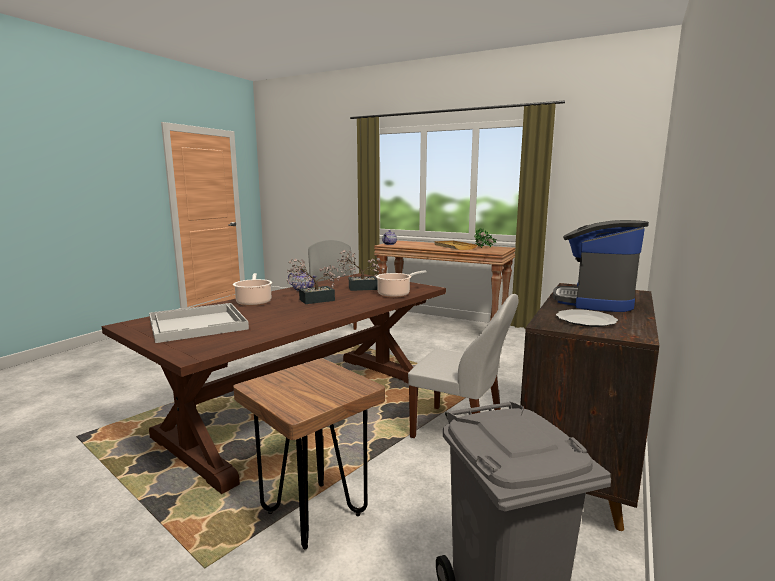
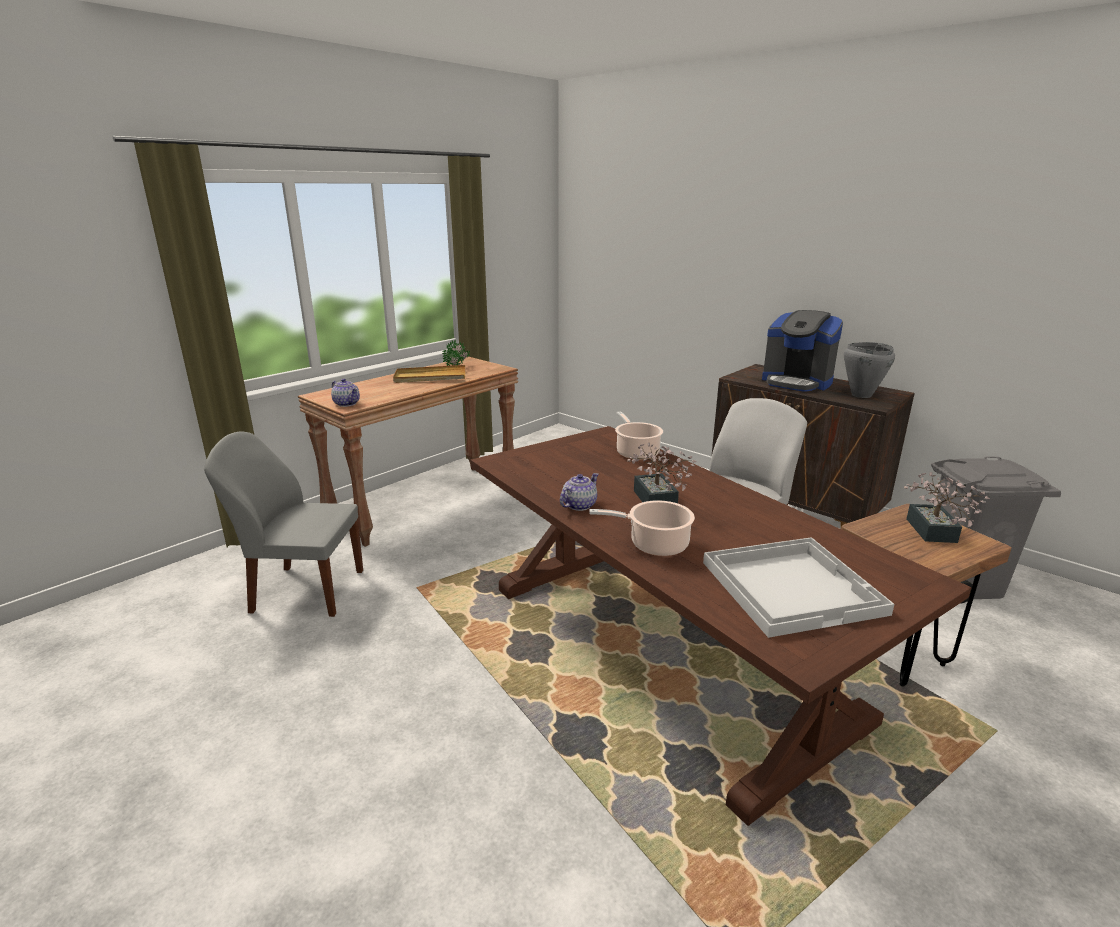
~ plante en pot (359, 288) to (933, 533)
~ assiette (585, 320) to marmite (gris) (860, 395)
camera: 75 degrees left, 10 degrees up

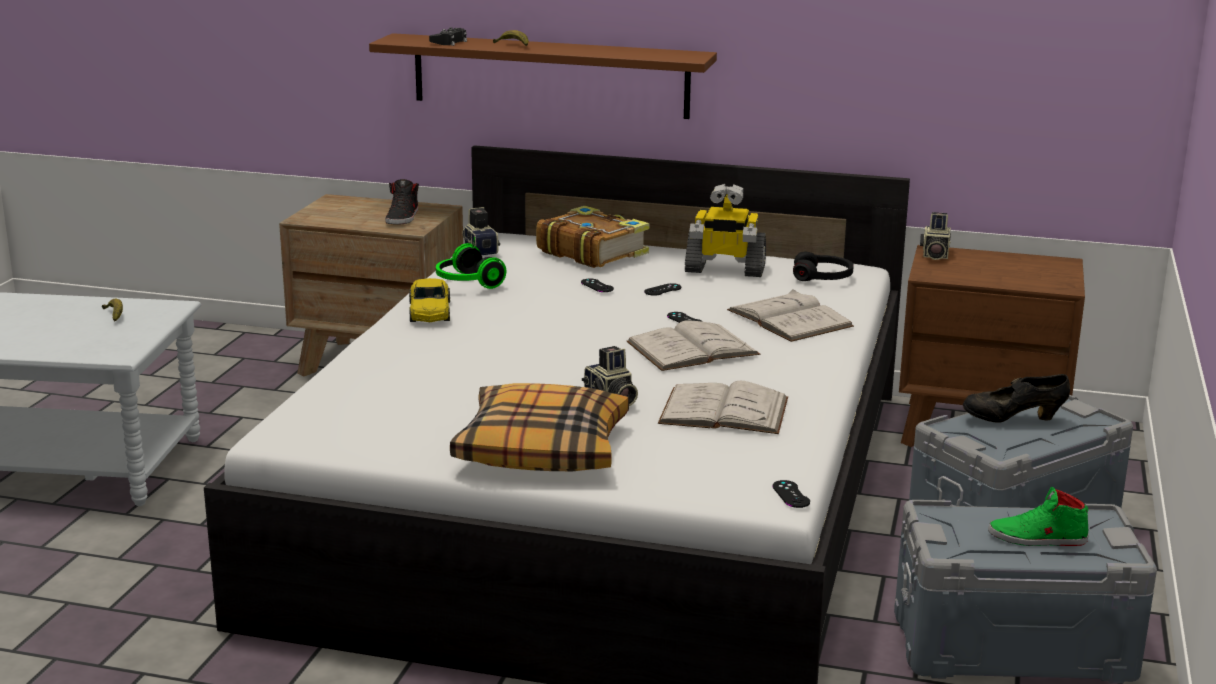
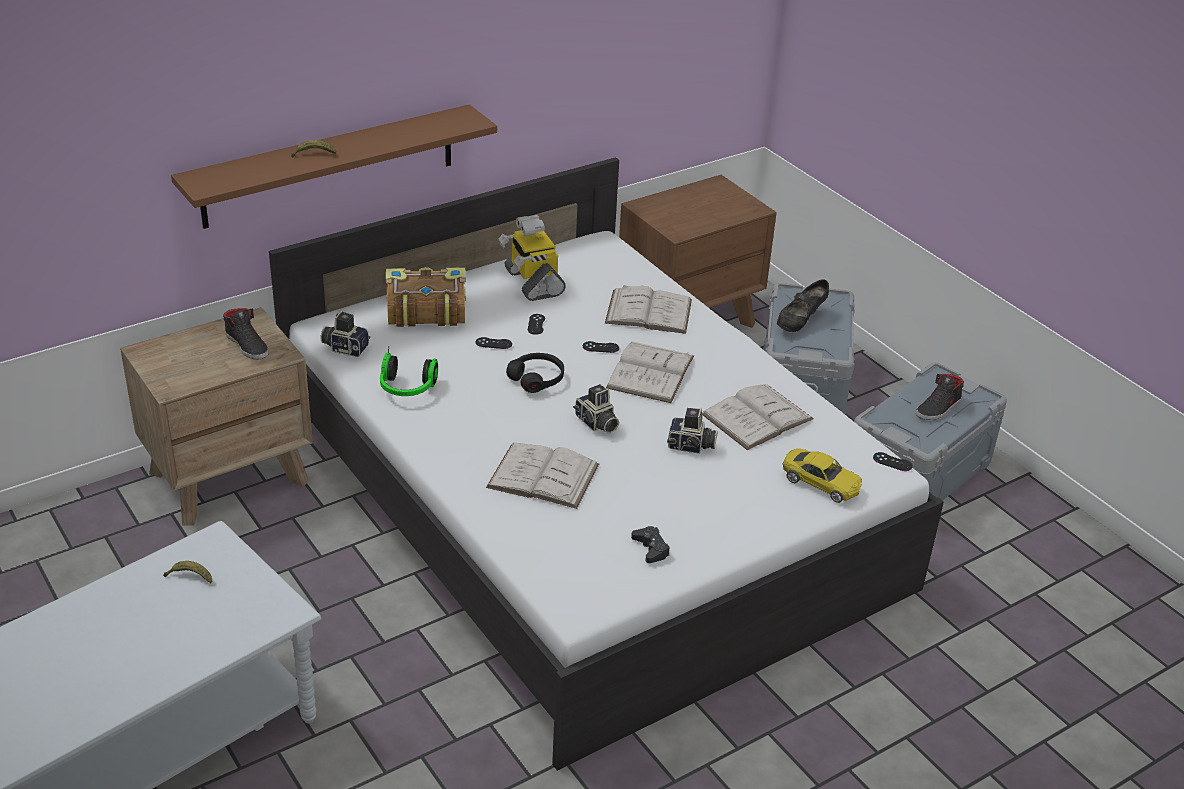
~ petite voiture (jaune) (430, 311) to (821, 482)
~ manette (noir) (449, 42) to (651, 548)
- coussin (543, 448)
~ robot jouet (724, 269) = (532, 282) 105 degrees clockwise
~ casque audio (noir) (822, 277) to (537, 378)
~ appareil photo (934, 255) to (596, 423)
~ chaussure (vert) (1037, 538) to chaussure (noir) (938, 408)
+ livre (blanc) (543, 476)
camera: 50 degrees left, 15 degrees up

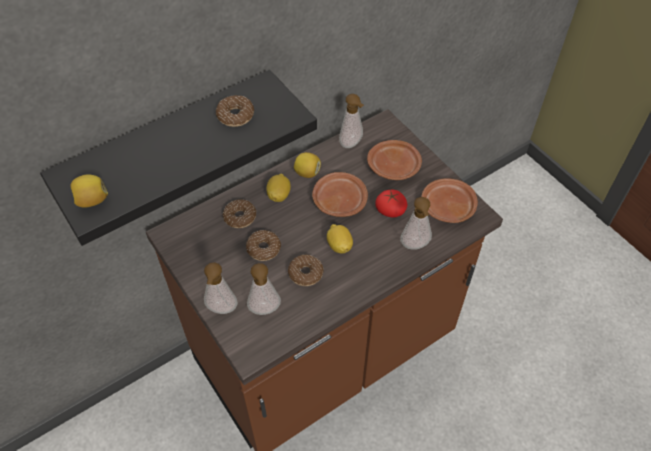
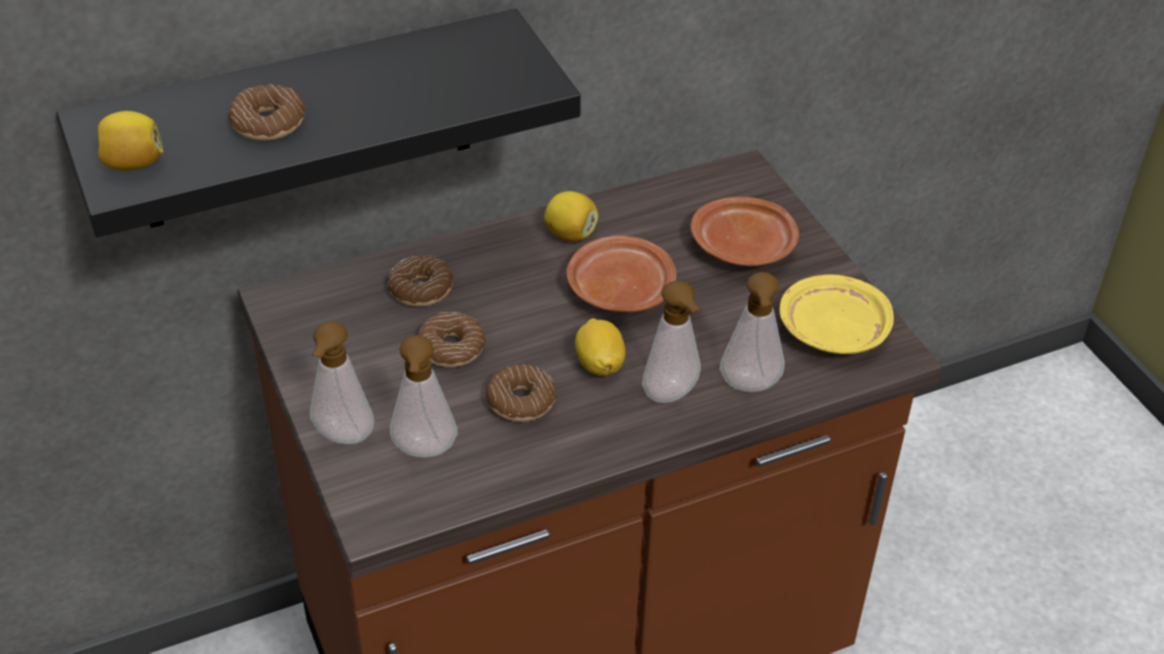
~ beignet (235, 115) to (268, 123)
- citron (279, 195)
~ distributeur de savon (352, 144) to (673, 396)
- tomate (390, 210)
~ assiette (marron) (447, 207) to assiette (jaune) (832, 330)
camera: 10 degrees right, 10 degrees down

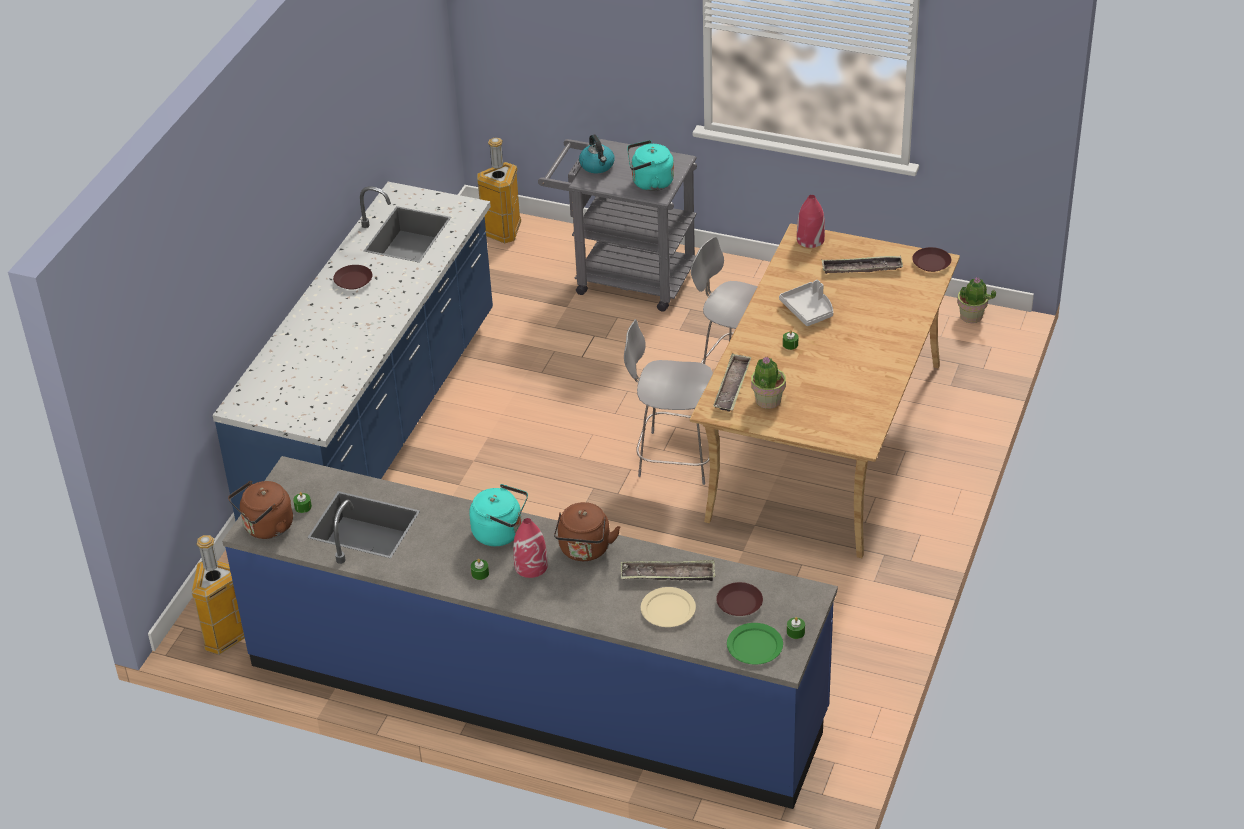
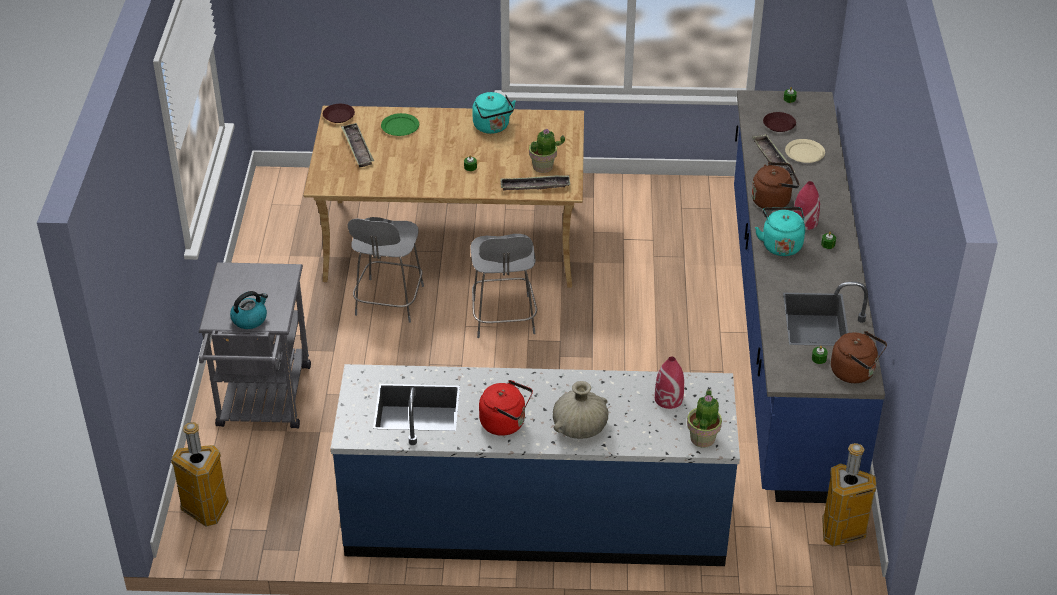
~ assiette (marron) (353, 280) to bouilloire (rouge) (505, 423)
~ bouilloire (turquoise) (650, 183) to (492, 127)
~ assiette (vert) (755, 646) to (400, 126)
- plateau (gris) (808, 310)
~ vase (rouge) (810, 240) to (669, 399)
~ plante en pot (971, 316) to (703, 438)
+ vase (beige) (579, 428)
camera: 110 degrees left, 0 degrees up

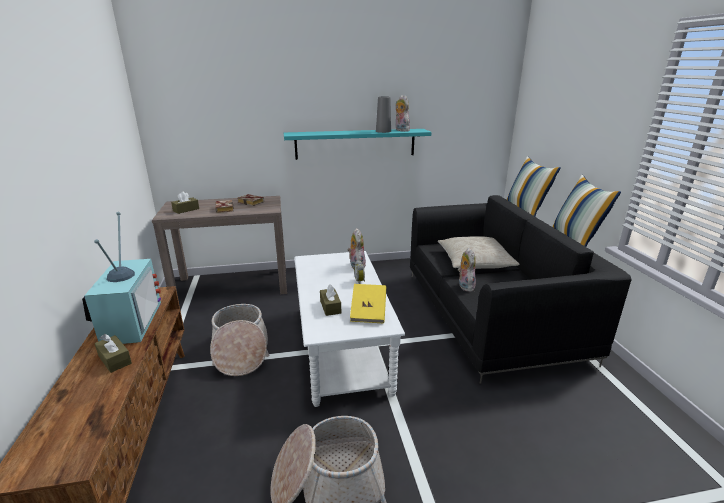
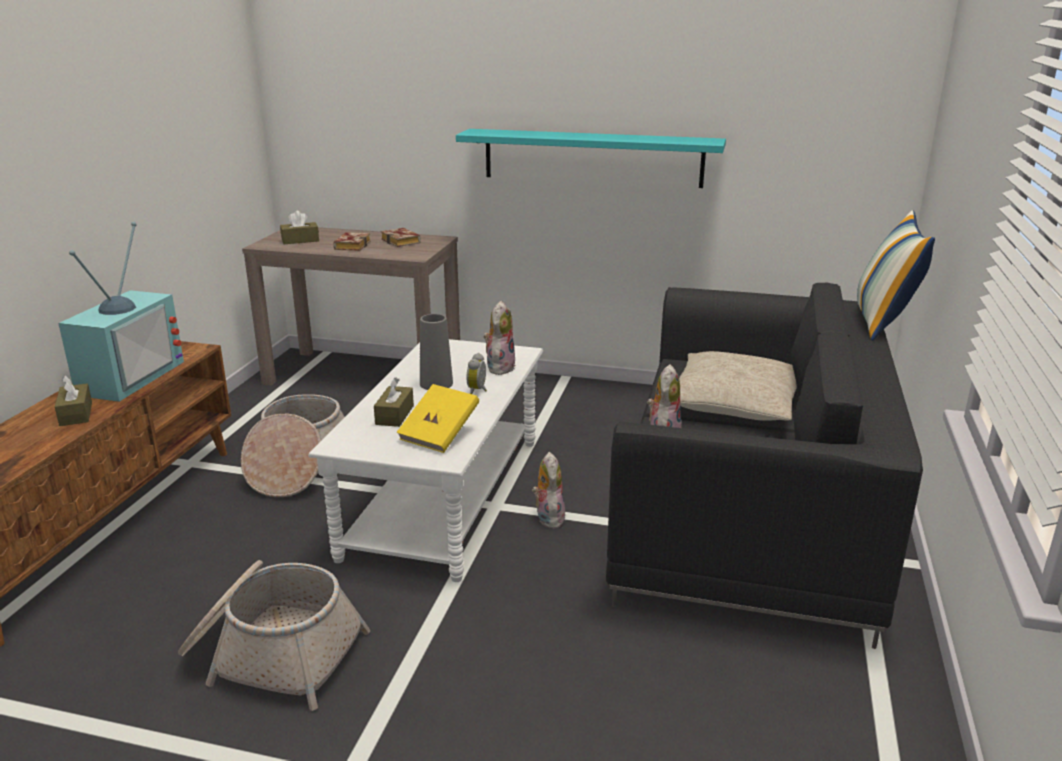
~ vase (gris) (383, 131) to (436, 383)
~ peluche (401, 130) to (548, 517)
- coussin (575, 240)
camera: 25 degrees right, 0 degrees up

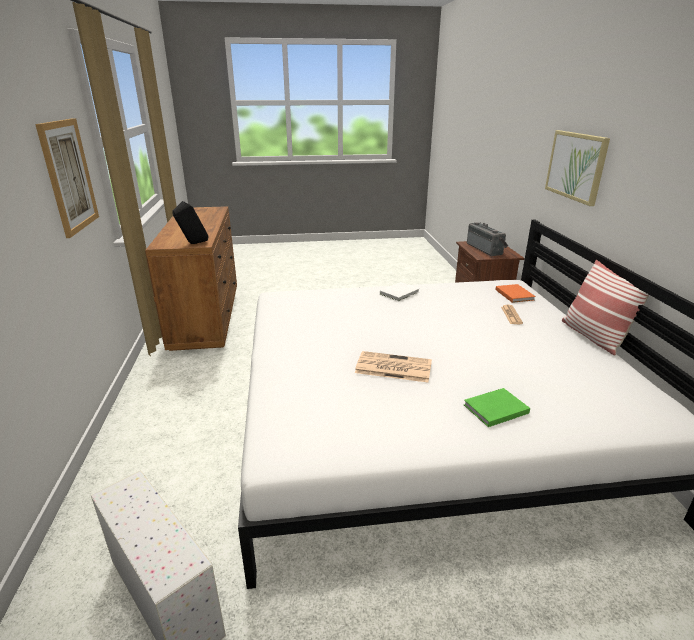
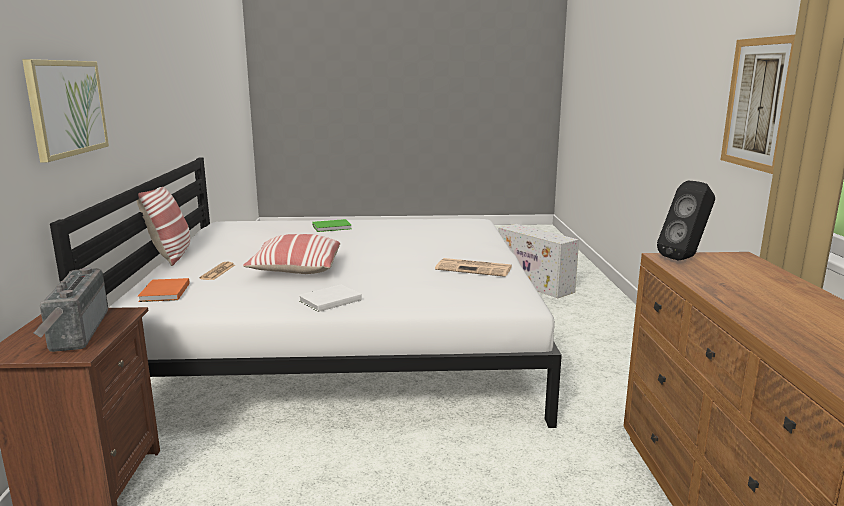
~ journal (392, 367) to (475, 268)
+ coussin (295, 270)
camera: 175 degrees left, 10 degrees down

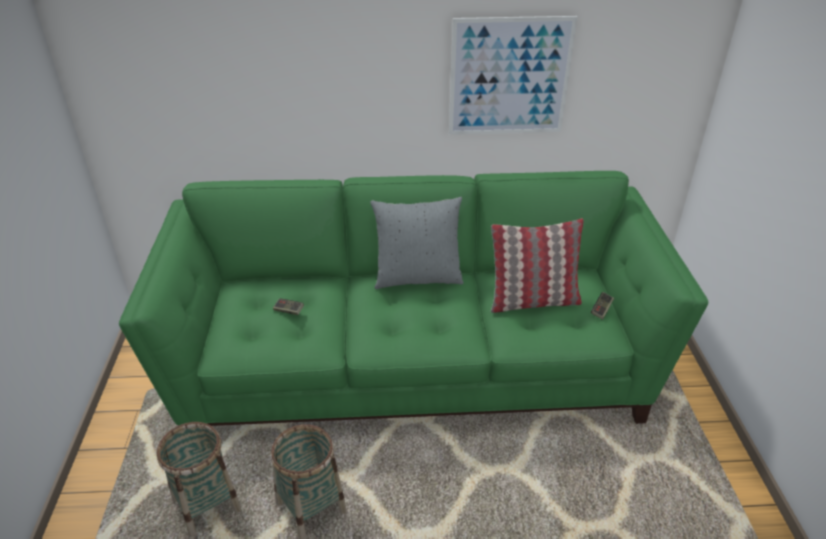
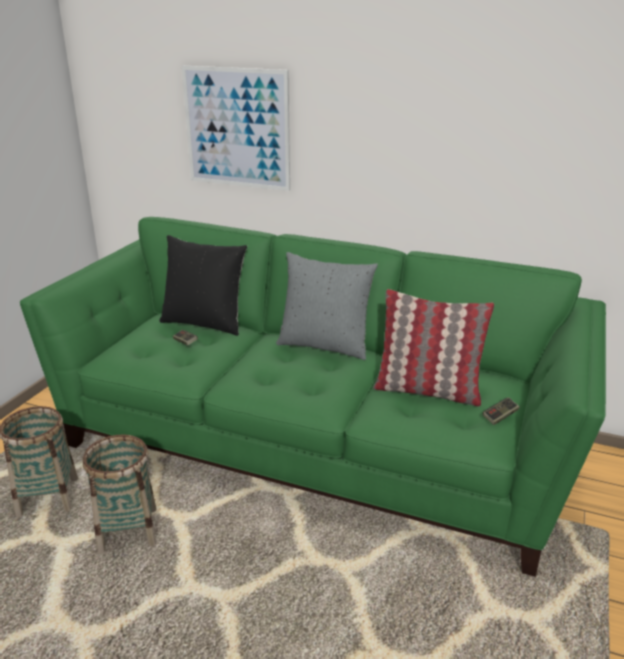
~ tableau (509, 77) to (237, 128)
+ coussin (noir) (205, 322)
camera: 25 degrees right, 10 degrees down

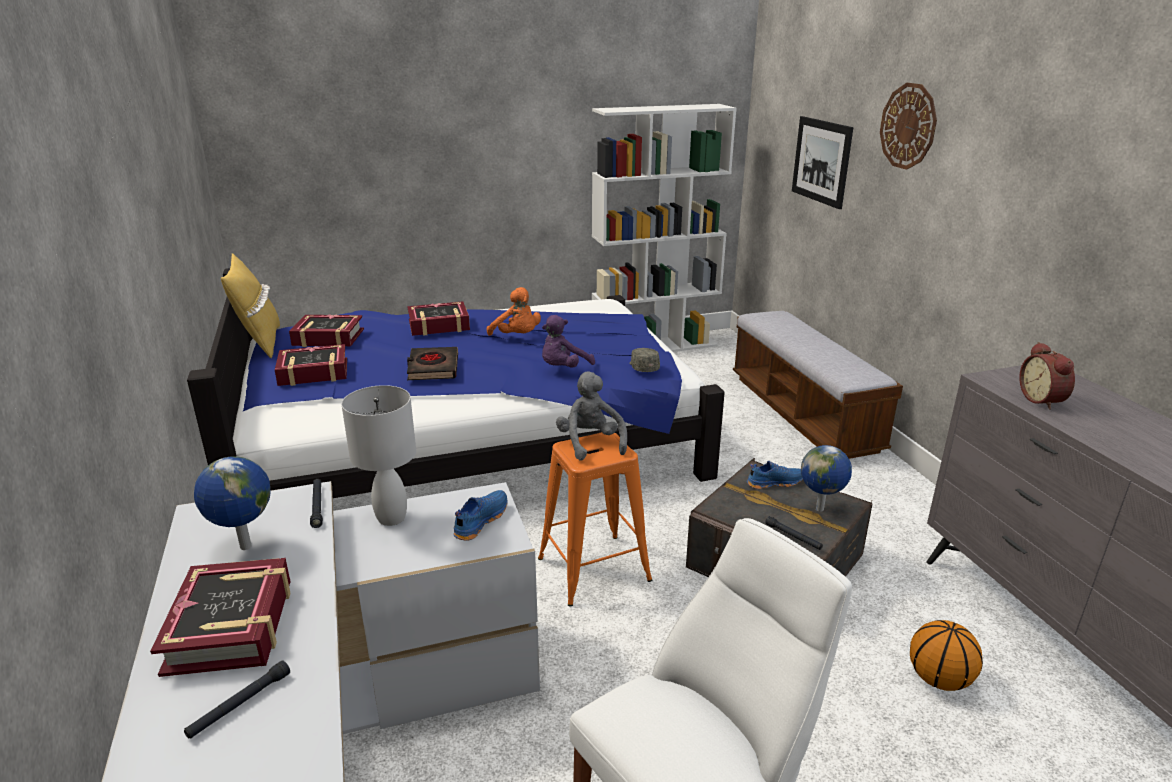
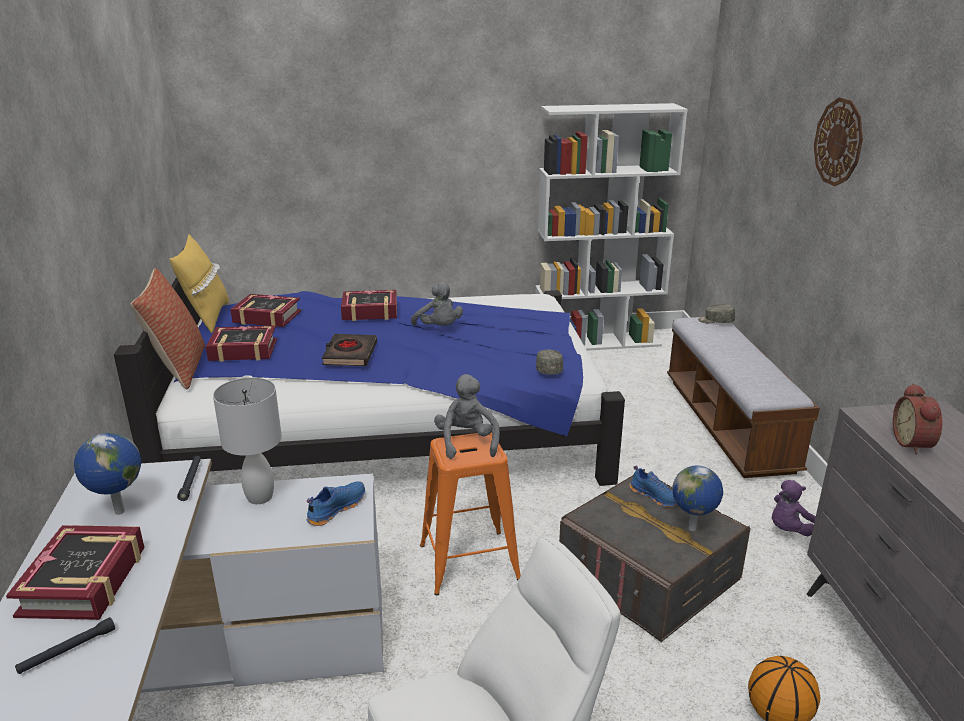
~ peluche (orange) (517, 336) to peluche (gris) (439, 328)
~ peluche (violet) (563, 368) to (790, 530)
~ chaussure (bleu) (774, 482) = (655, 496) 45 degrees clockwise
- lampe de poche (noir) (793, 537)
- tableau (821, 161)
+ coussin (179, 368)
+ casquette (gris) (716, 321)
camera: 10 degrees right, 0 degrees up

